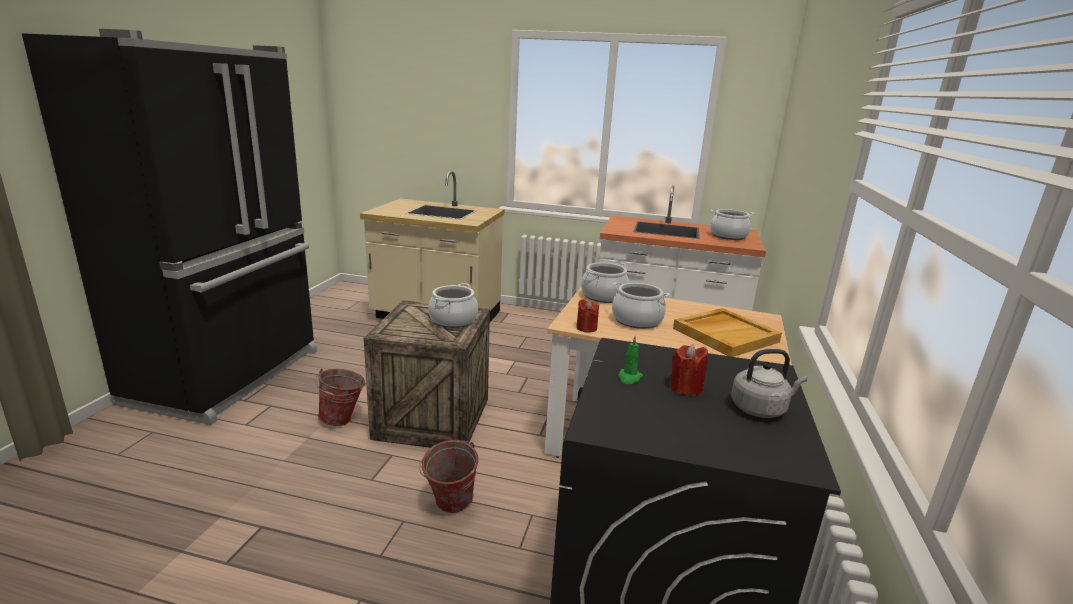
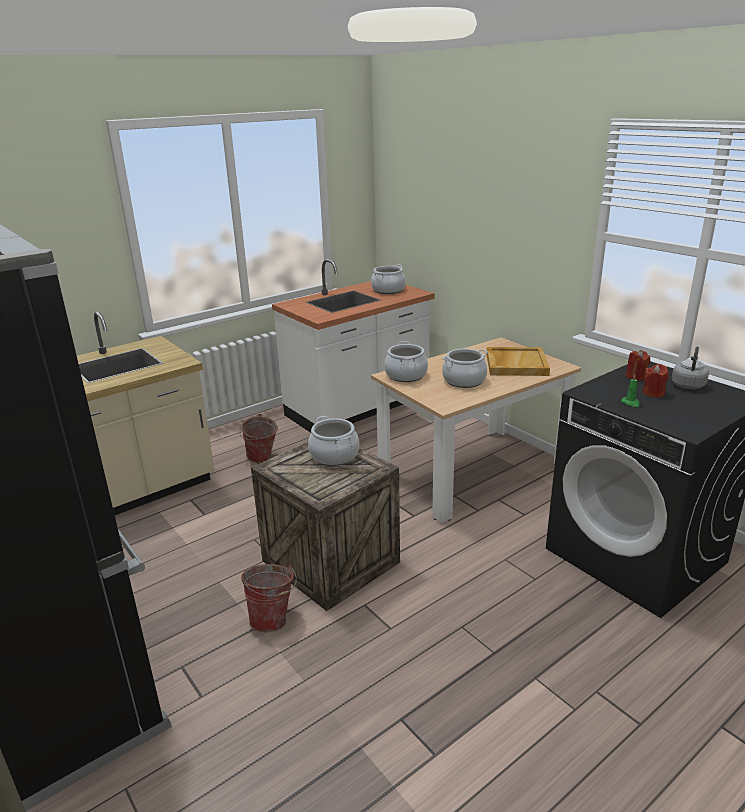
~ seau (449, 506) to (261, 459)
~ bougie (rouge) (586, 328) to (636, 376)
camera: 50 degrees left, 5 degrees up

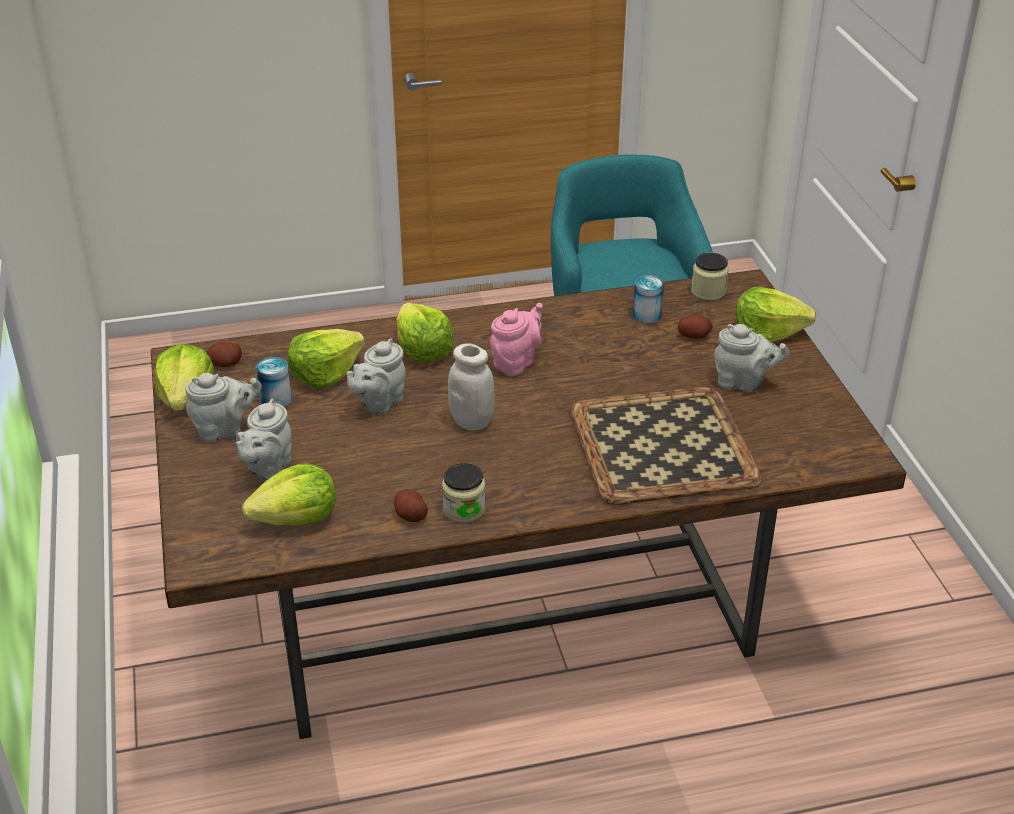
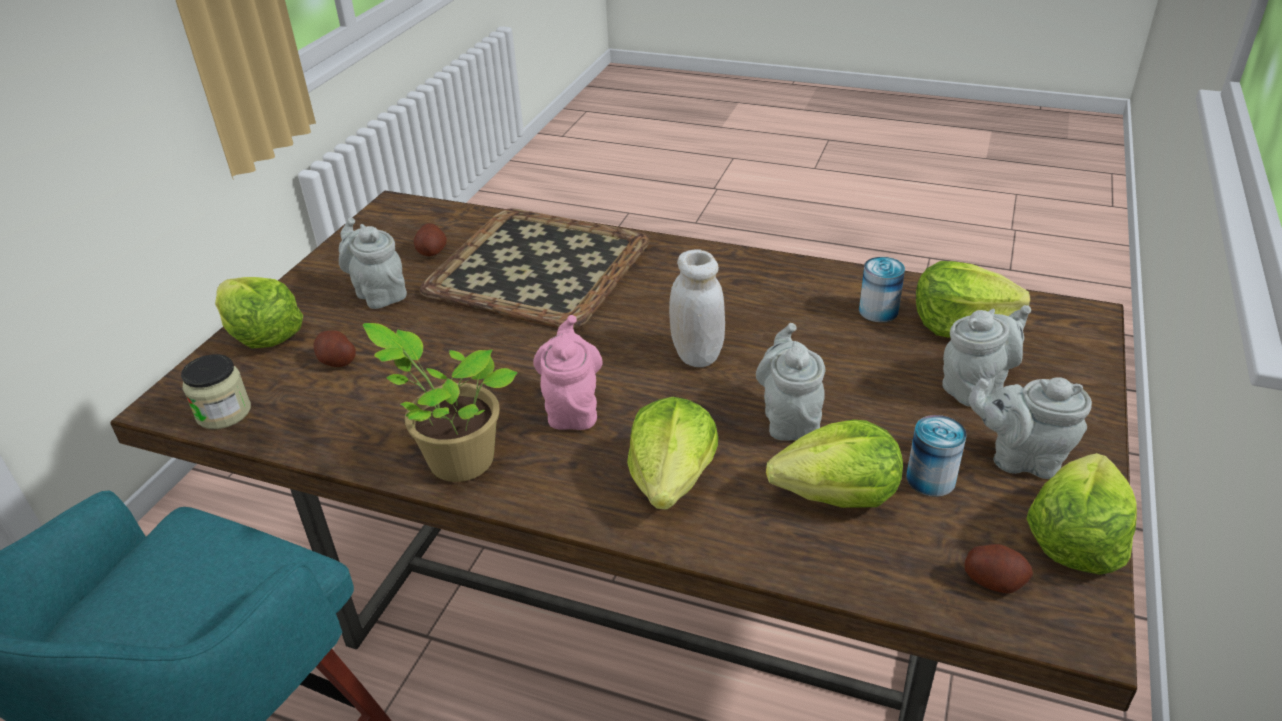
~ théière (gris) (379, 403) = (790, 419) 75 degrees counterclockwise
~ pomme de terre (410, 515) to (432, 251)
- bocal (464, 509)
~ théière (rose) (516, 362) = (572, 408) 105 degrees clockwise
~ boîte métallique (647, 315) to (878, 311)
+ plante en pot (456, 459)
camera: 145 degrees left, 0 degrees up

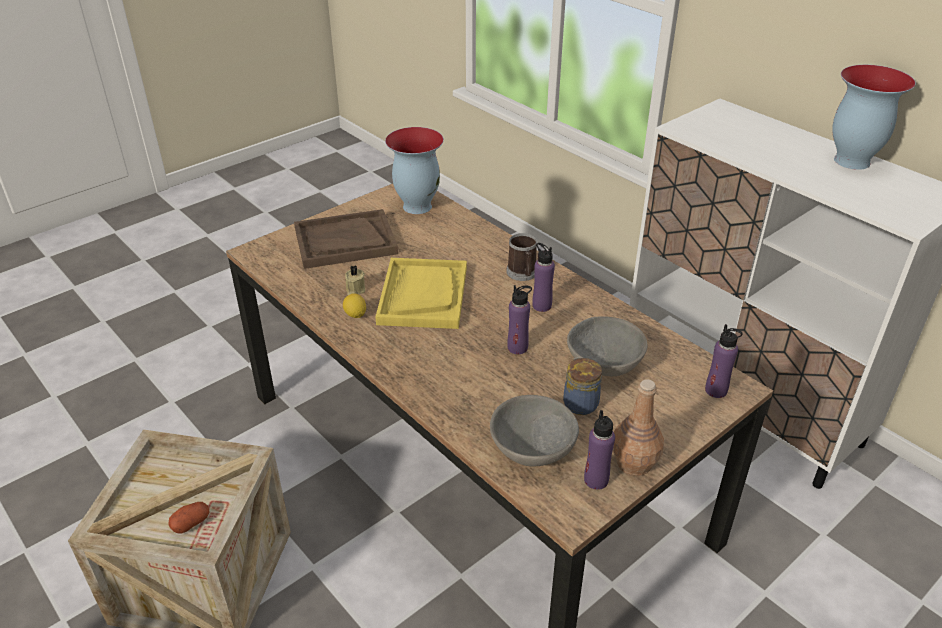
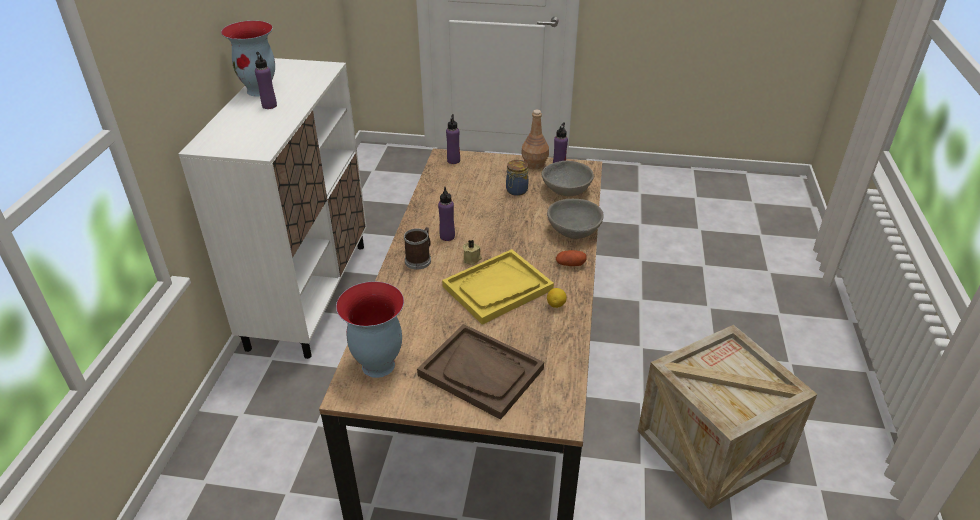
~ pomme de terre (191, 523) to (570, 264)
~ bougie (beige) (354, 290) to (472, 259)
~ bouteille (violet) (517, 347) to (269, 105)
~ bol (gris) (603, 363) to (574, 231)
camera: 130 degrees left, 0 degrees up

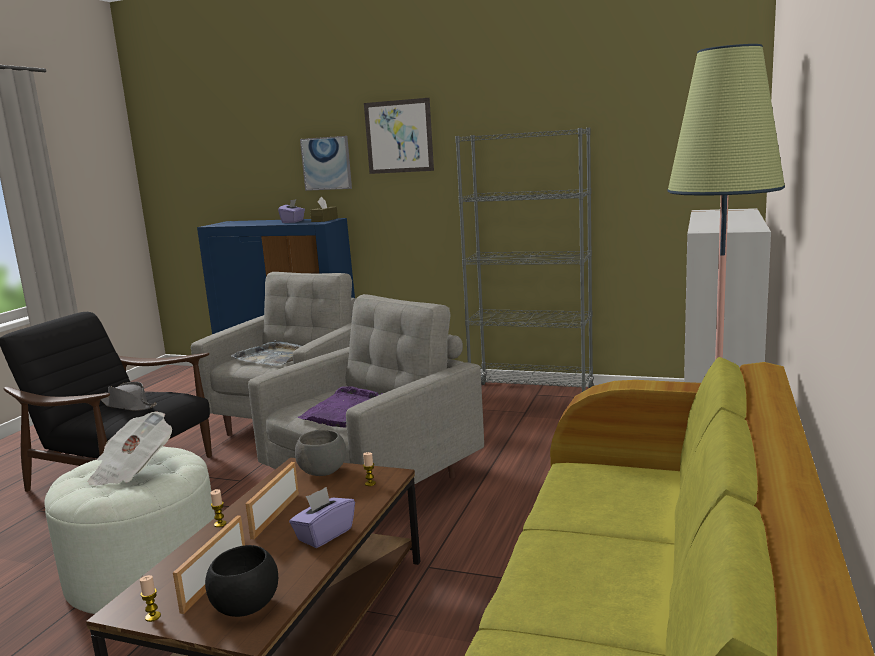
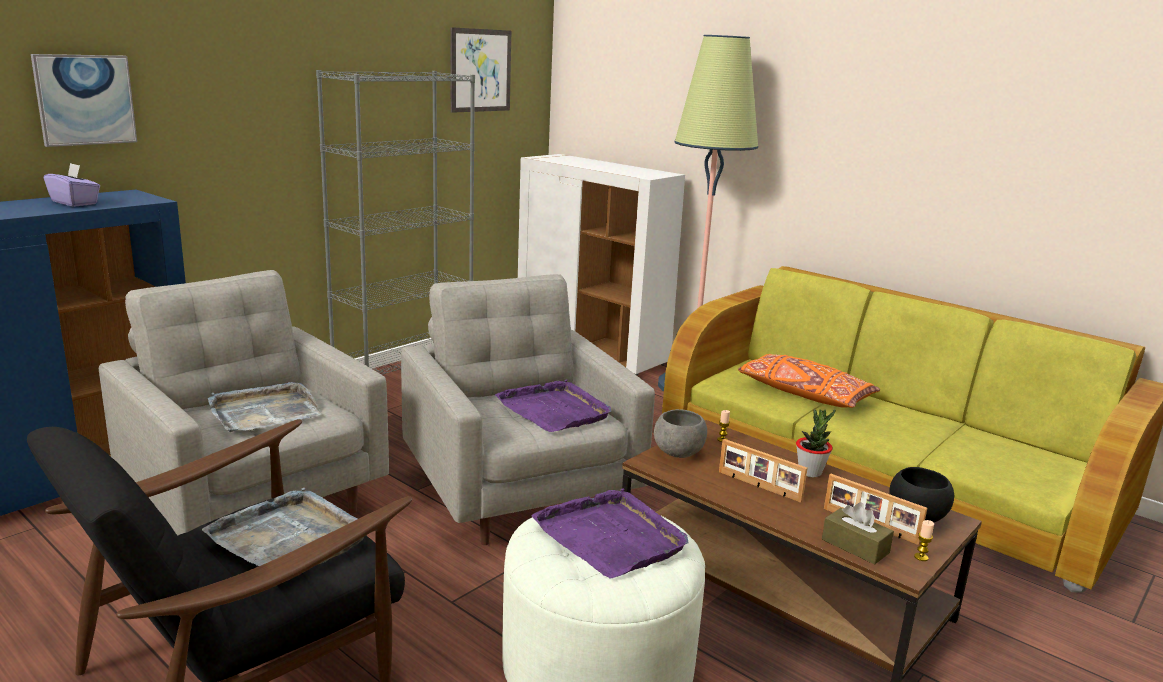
~ journal (132, 470) to plateau (violet) (611, 537)
~ chapeau (gris) (128, 405) to plateau (gris) (290, 538)
- bougie (220, 524)
~ boîte à mouchoirs (violet) (324, 534) to plante en pot (810, 472)
~ boîte à mouchoirs (marron) (324, 220) to (855, 546)
~ tableau (399, 136) to (480, 70)
+ coussin (orange) (804, 394)
camera: 70 degrees left, 5 degrees up

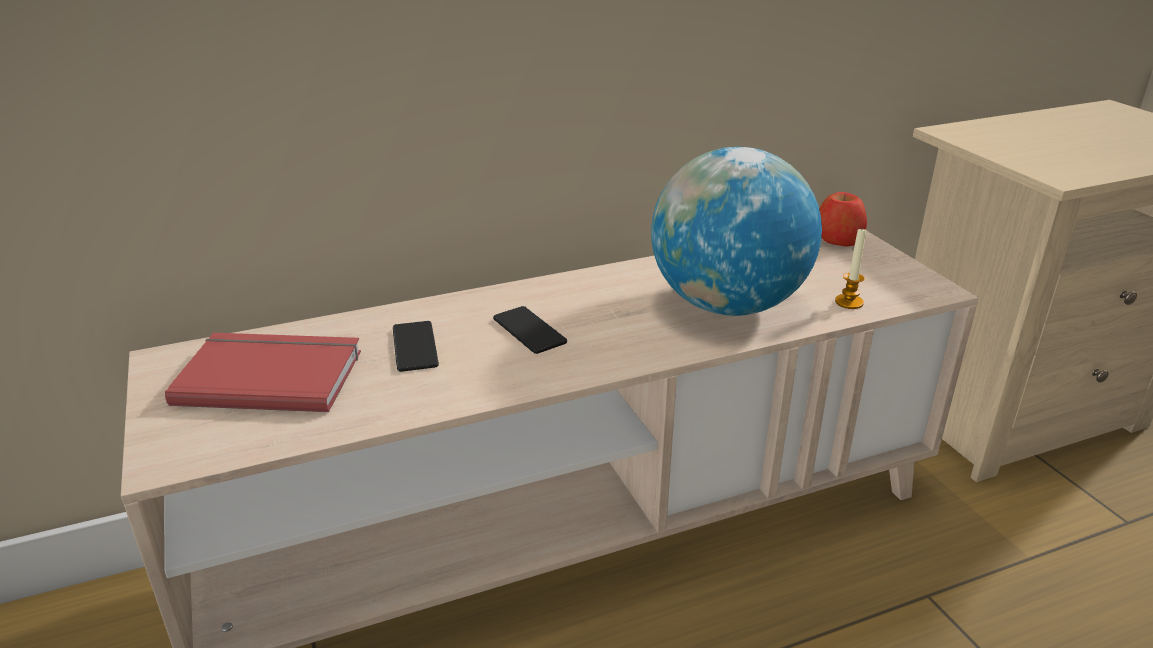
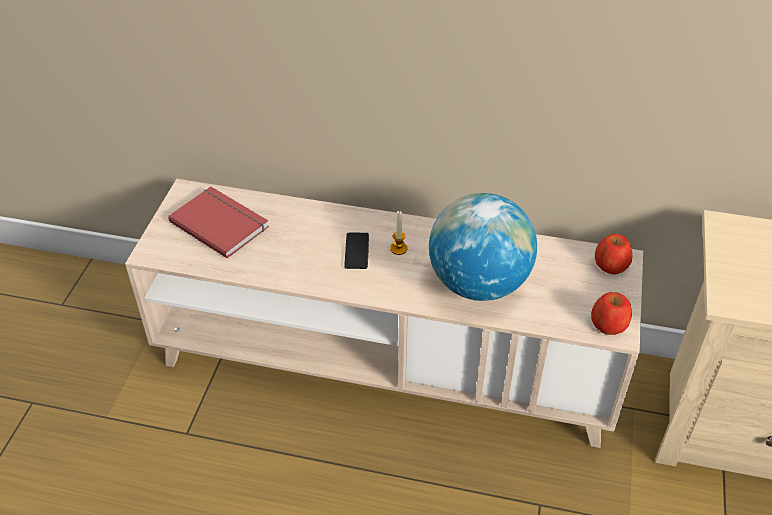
- téléphone (415, 347)
~ bougie (849, 302) to (398, 248)
+ pomme (609, 324)
camera: 35 degrees right, 15 degrees up

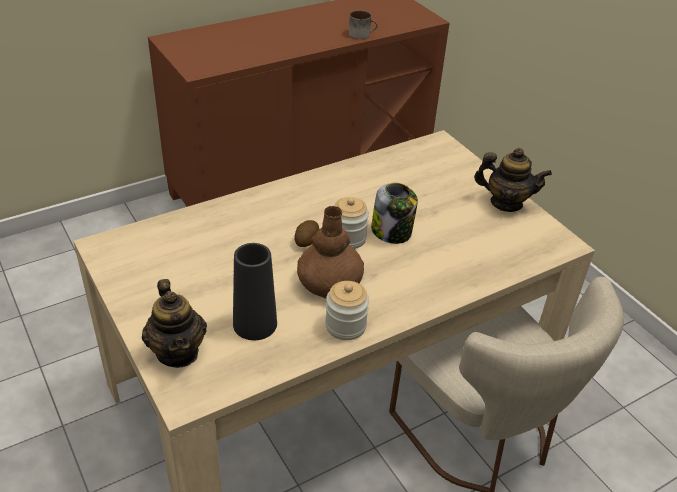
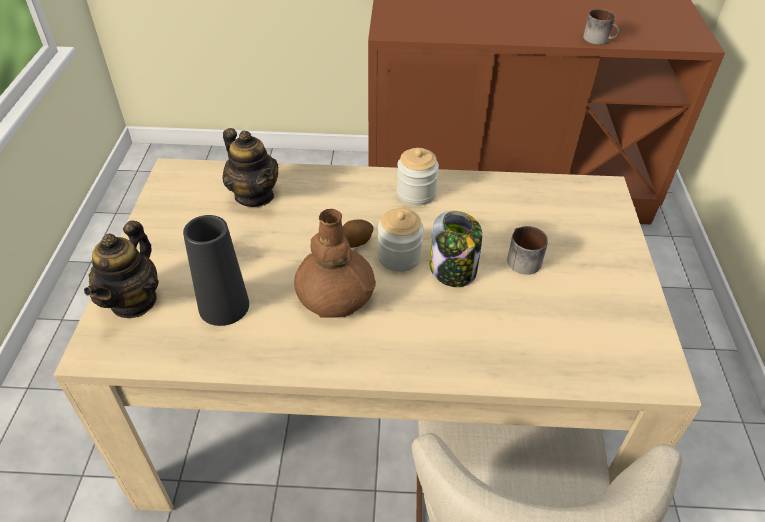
~ bocal (345, 326) to (416, 193)
~ théière (506, 203) to (254, 195)
+ mug (520, 259)
camera: 35 degrees right, 5 degrees up

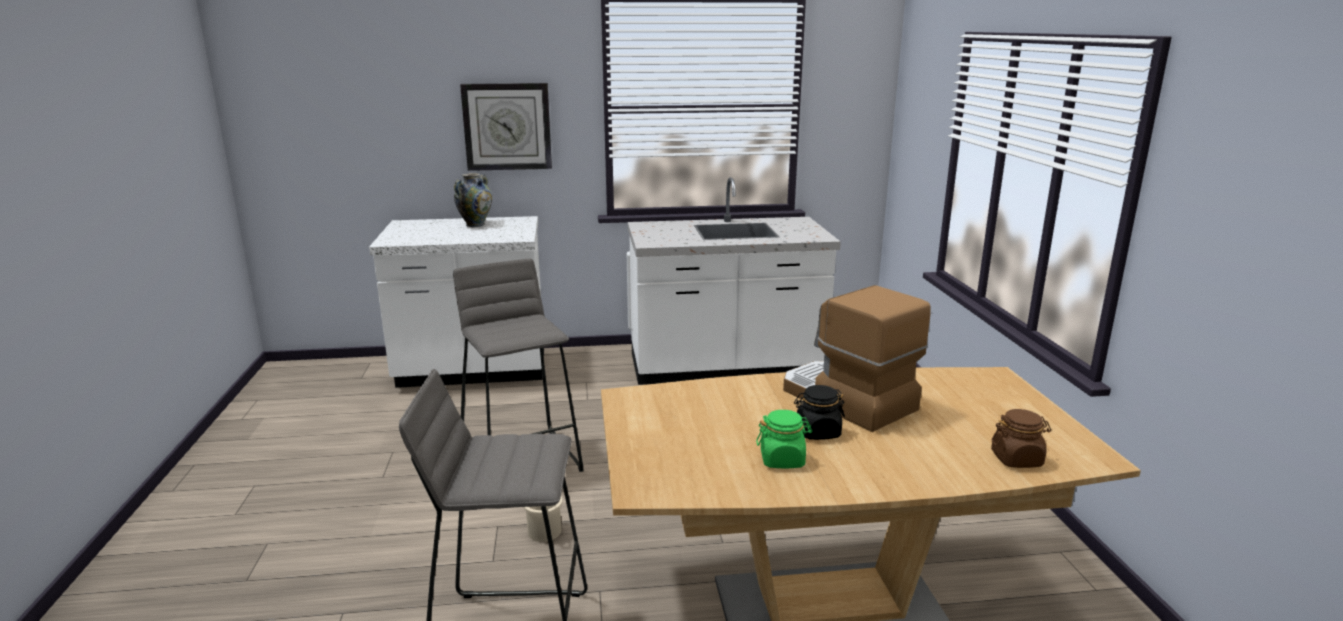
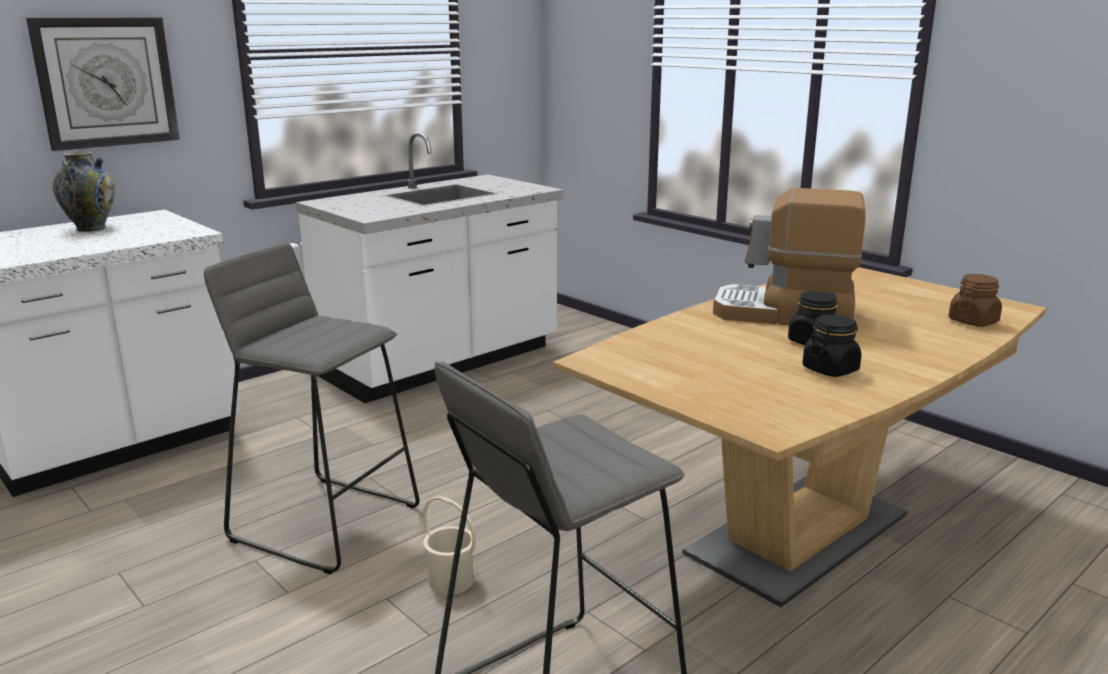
~ bocal (vert) (782, 460) to bocal (noir) (830, 369)
camera: 35 degrees left, 0 degrees up

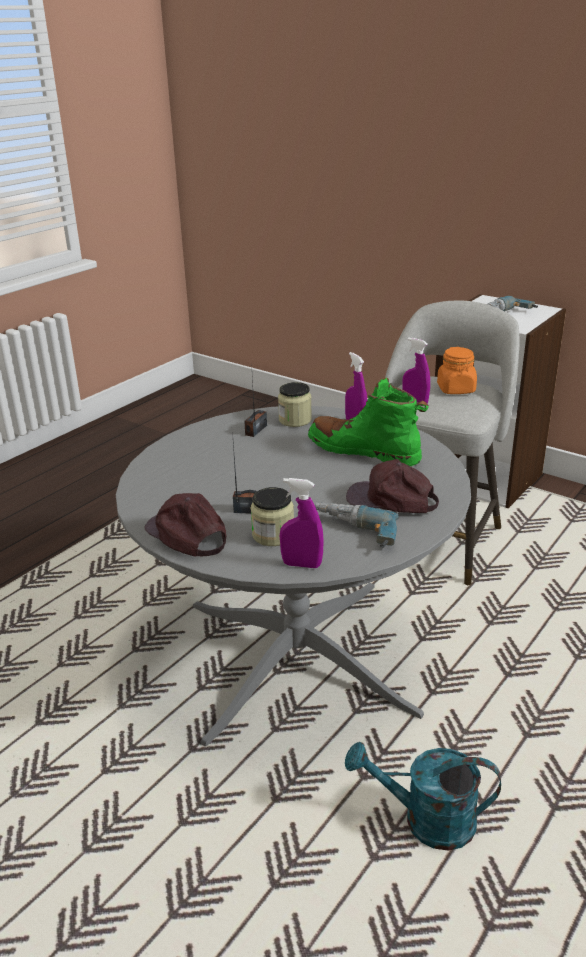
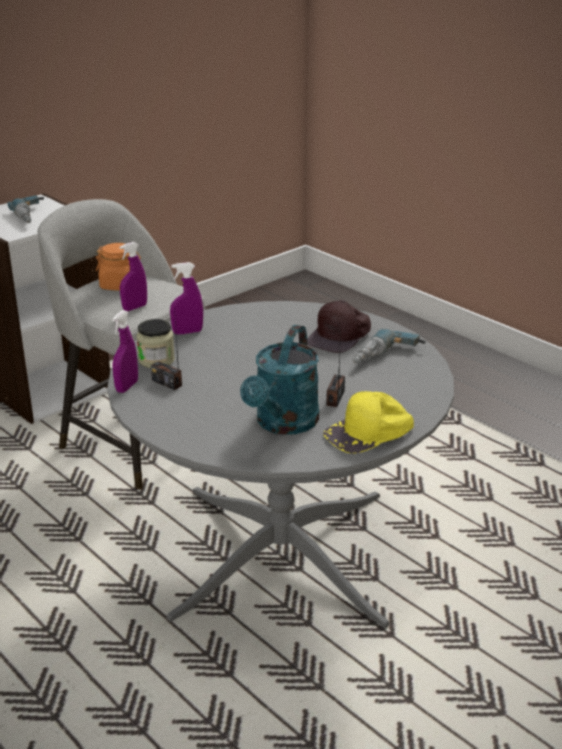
~ casquette (marron) (187, 535) to casquette (jaune) (370, 433)
- bocal (273, 535)
~ vaporisateur (violet) (302, 564) to (127, 387)
- botte (vert) (364, 451)
~ arrosoir (turquoise) (426, 821) to (283, 424)
camera: 80 degrees left, 0 degrees up

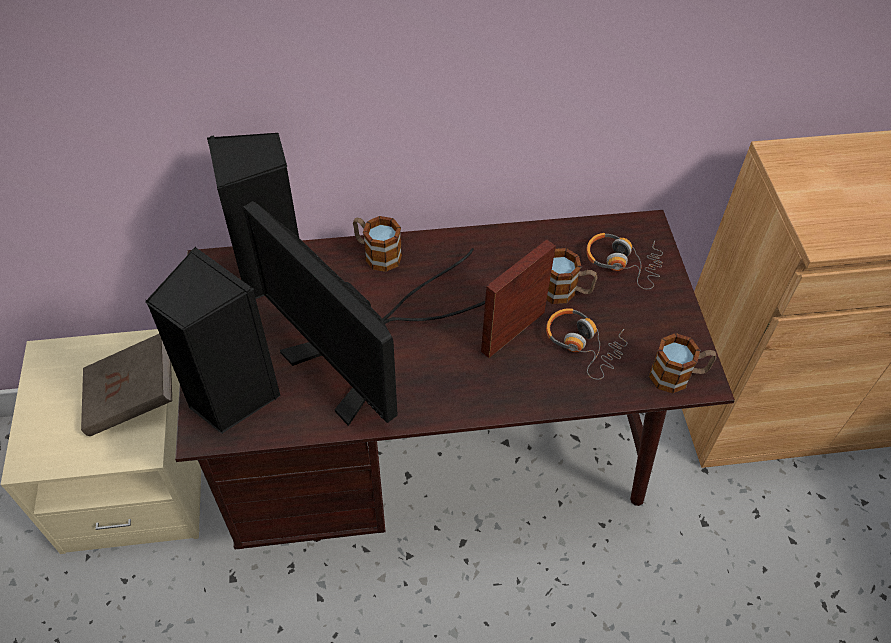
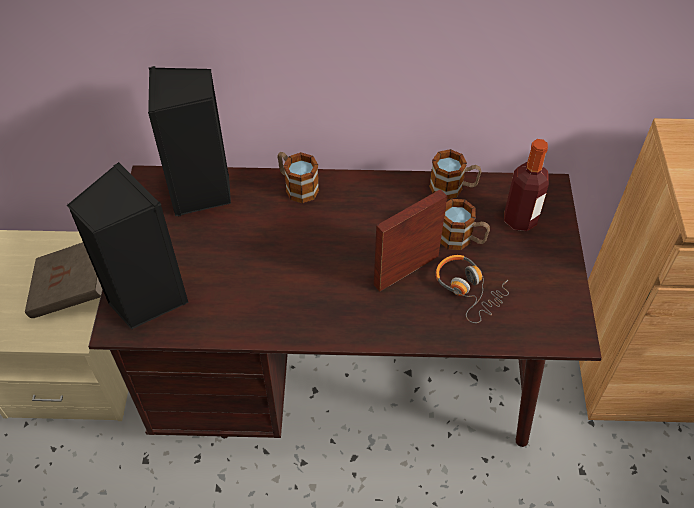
- écran d'ordinateur (369, 351)
~ casque audio (622, 263) to bouteille (520, 219)
~ mug (678, 376) to (453, 188)
camera: 10 degrees right, 0 degrees up

